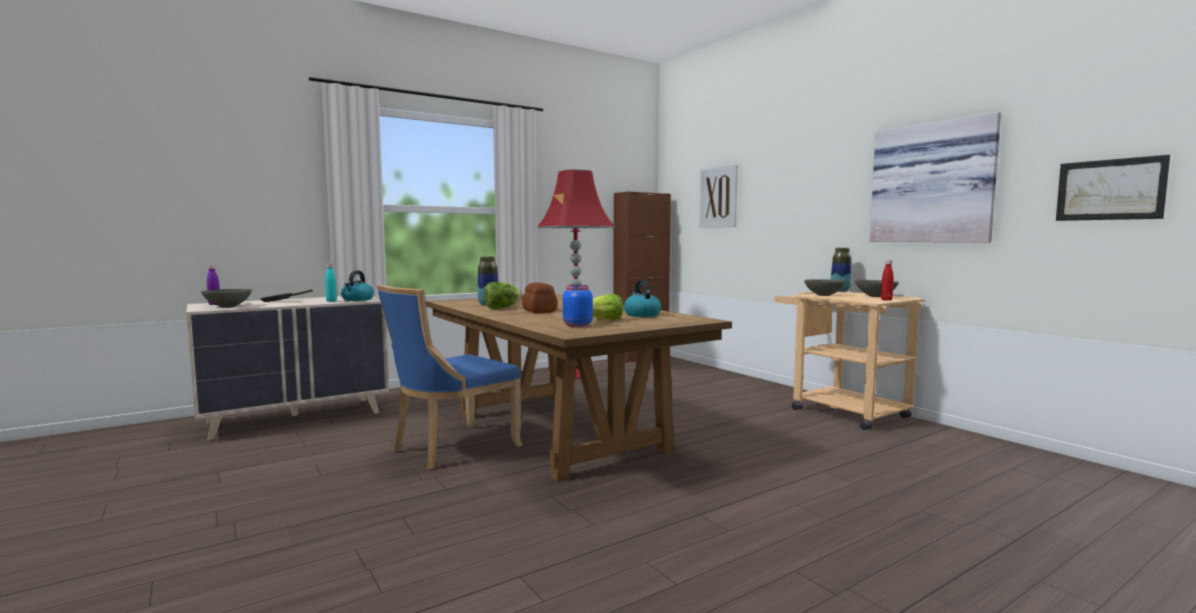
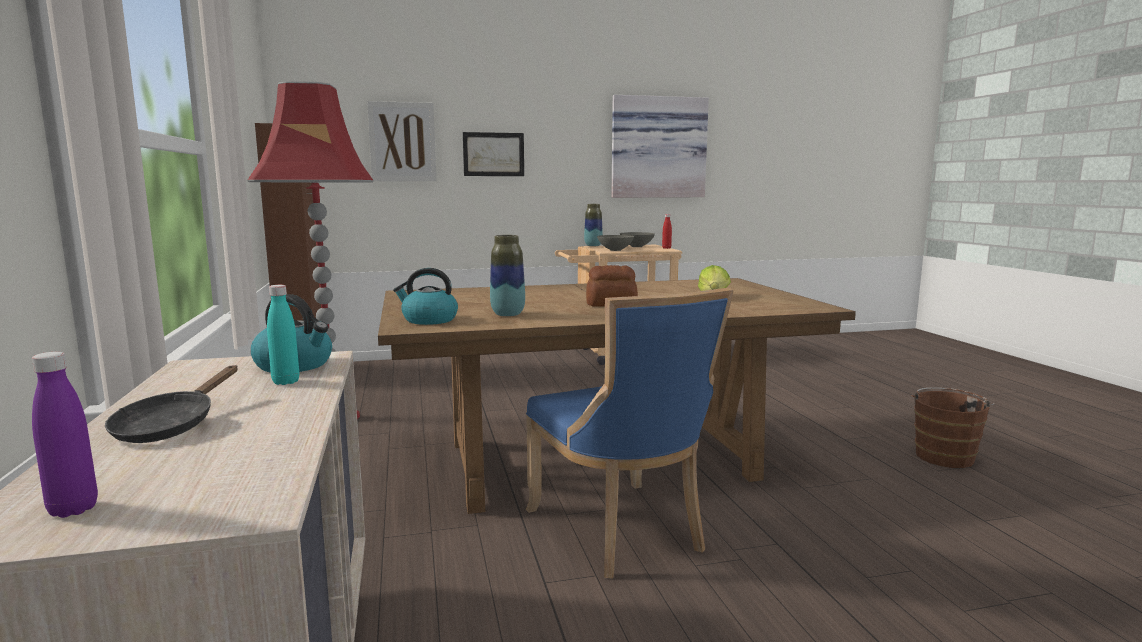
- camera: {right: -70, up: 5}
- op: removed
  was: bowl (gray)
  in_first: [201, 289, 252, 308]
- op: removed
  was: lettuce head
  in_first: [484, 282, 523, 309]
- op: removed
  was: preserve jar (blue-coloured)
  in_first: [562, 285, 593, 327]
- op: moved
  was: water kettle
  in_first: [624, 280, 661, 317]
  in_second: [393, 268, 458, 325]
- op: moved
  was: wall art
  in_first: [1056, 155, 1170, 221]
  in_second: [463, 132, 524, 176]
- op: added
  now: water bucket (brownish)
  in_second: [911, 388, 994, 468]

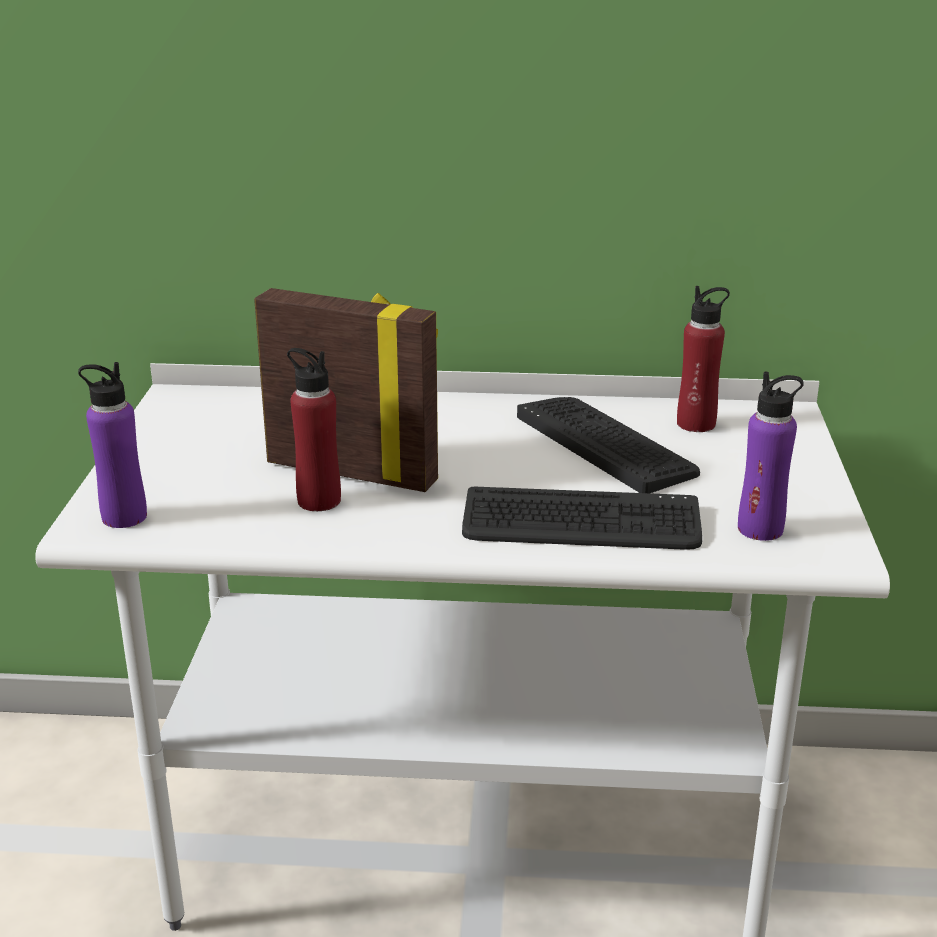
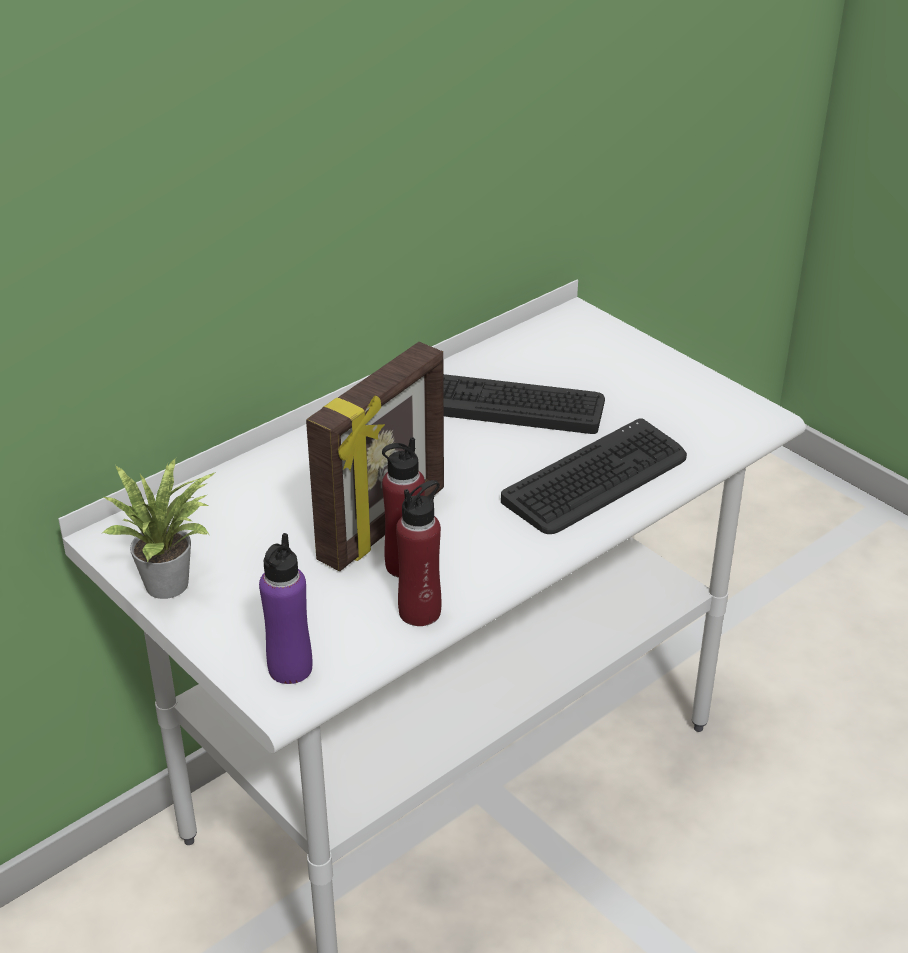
- camera: {right: -45, up: 10}
- op: turned
  was: standing frame
  in_first: [254, 288, 438, 492]
  in_second: [306, 342, 444, 571]
  clockwise: 150
- op: moved
  was: drink bottle (red)
  in_first: [677, 286, 730, 432]
  in_second: [396, 480, 442, 626]
- op: removed
  was: drink bottle (purple)
  in_first: [738, 371, 804, 541]
- op: added
  now: houseplant
  in_second: [102, 457, 216, 599]

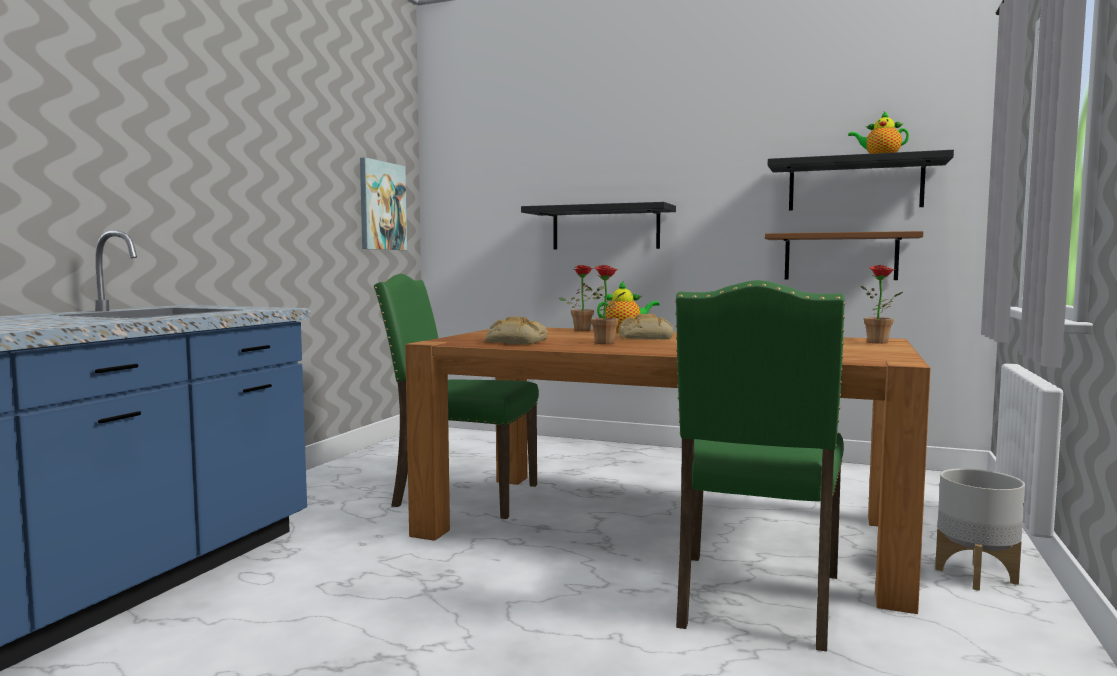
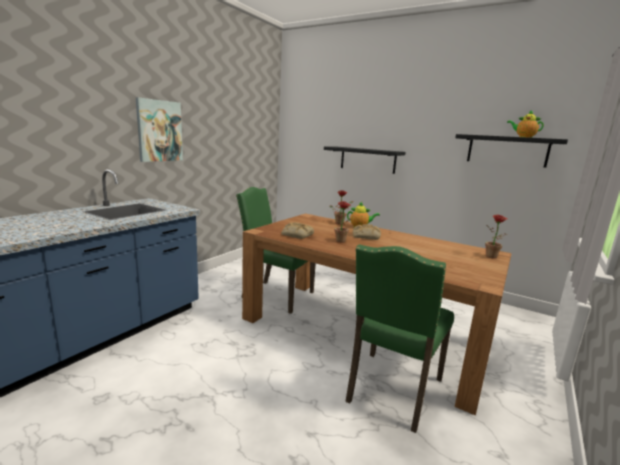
- camera: {right: 10, up: 10}
- op: moved
  was: wall art
  in_first: [360, 157, 407, 250]
  in_second: [136, 97, 183, 162]
- op: removed
  was: bracket shelf (brownish)
  in_first: [765, 231, 923, 280]
- op: removed
  was: flower pot (gray)
  in_first: [935, 468, 1025, 591]

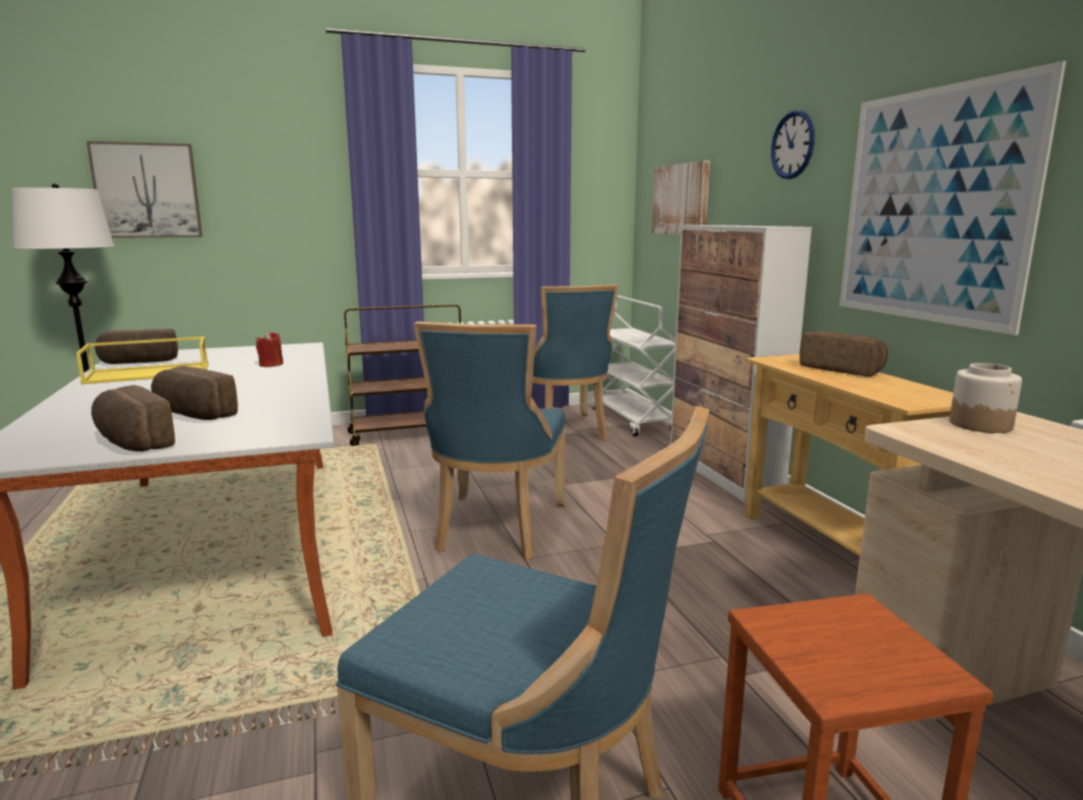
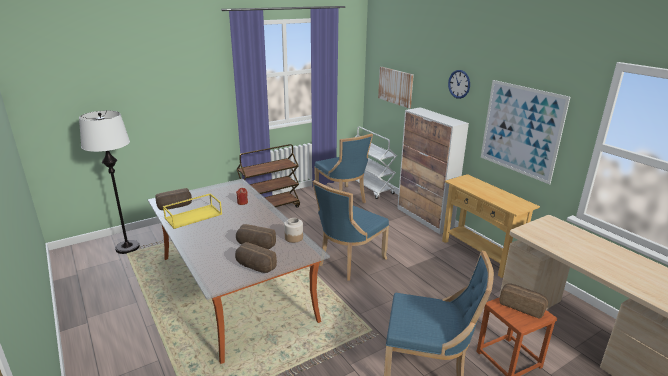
- camera: {right: -15, up: 10}
- op: removed
  was: wall art
  in_first: [86, 141, 202, 238]
- op: turned
  was: chair (blue-coloured)
  in_first: [414, 322, 566, 560]
  in_second: [313, 180, 389, 280]
  clockwise: 45
- op: moved
  was: bread
  in_first: [800, 331, 888, 377]
  in_second: [500, 283, 548, 319]
- op: moved
  was: preserve jar
  in_first: [950, 363, 1022, 433]
  in_second: [284, 218, 303, 243]

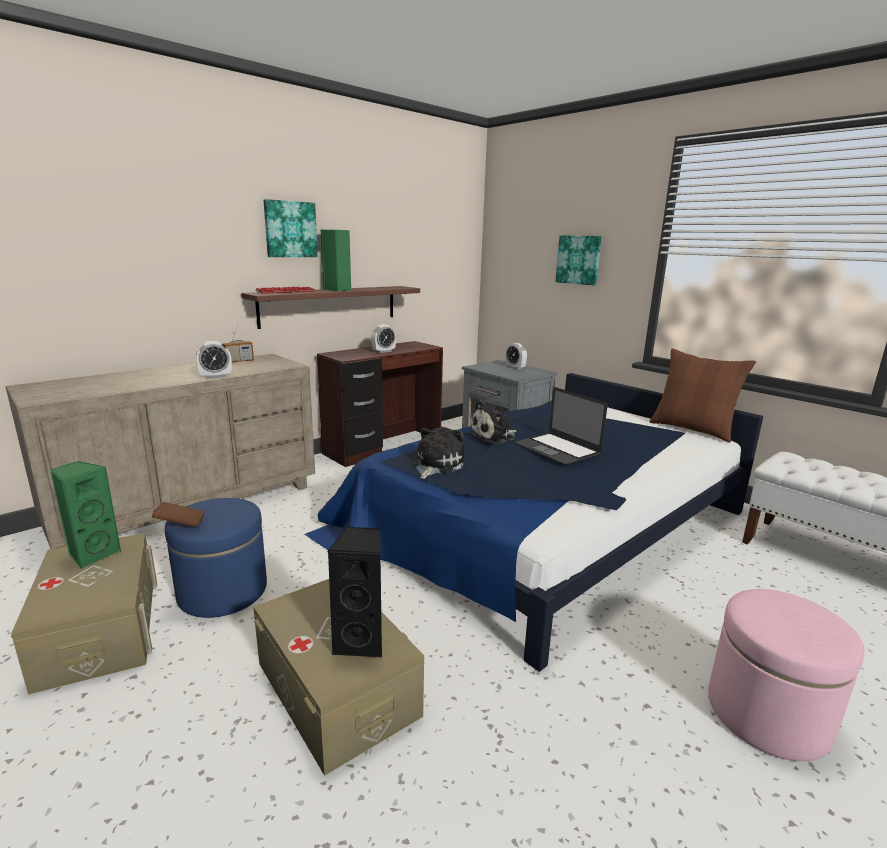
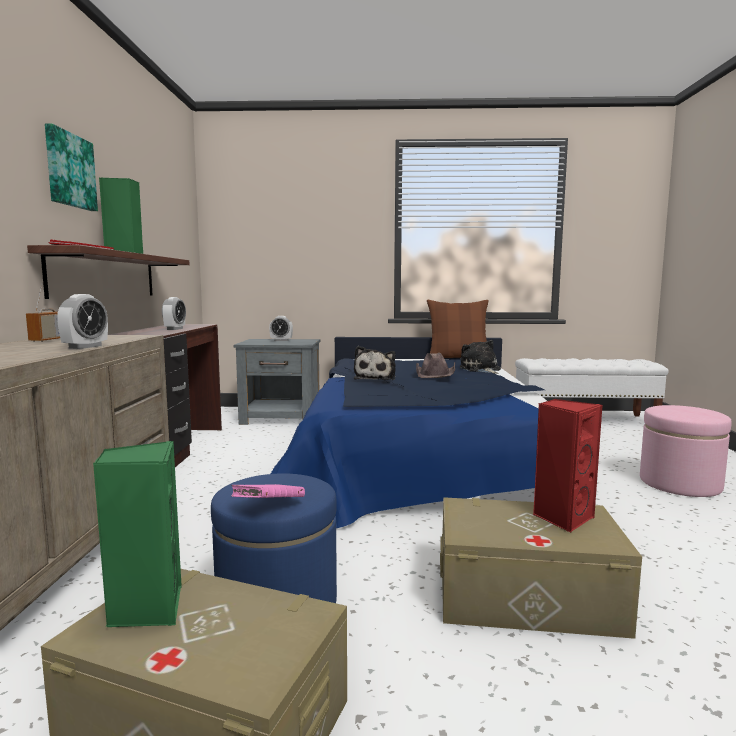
- camera: {right: -45, up: -10}
- op: recoloured
  was: volume (brownish)
  now: volume (pinkish)
  in_first: [152, 502, 205, 527]
  in_second: [231, 484, 305, 498]
- op: recoloured
  was: loudspeaker (black-coloured)
  now: loudspeaker (red)
  in_first: [327, 527, 382, 657]
  in_second: [533, 399, 603, 533]
- op: moved
  was: plush toy
  in_first: [413, 427, 466, 479]
  in_second: [460, 340, 501, 374]
- op: replaced
  was: notebook computer
  now: hat (brownish)
  in_first: [515, 387, 608, 465]
  in_second: [416, 353, 455, 378]
- op: removed
  was: wall art
  in_first: [555, 235, 601, 285]

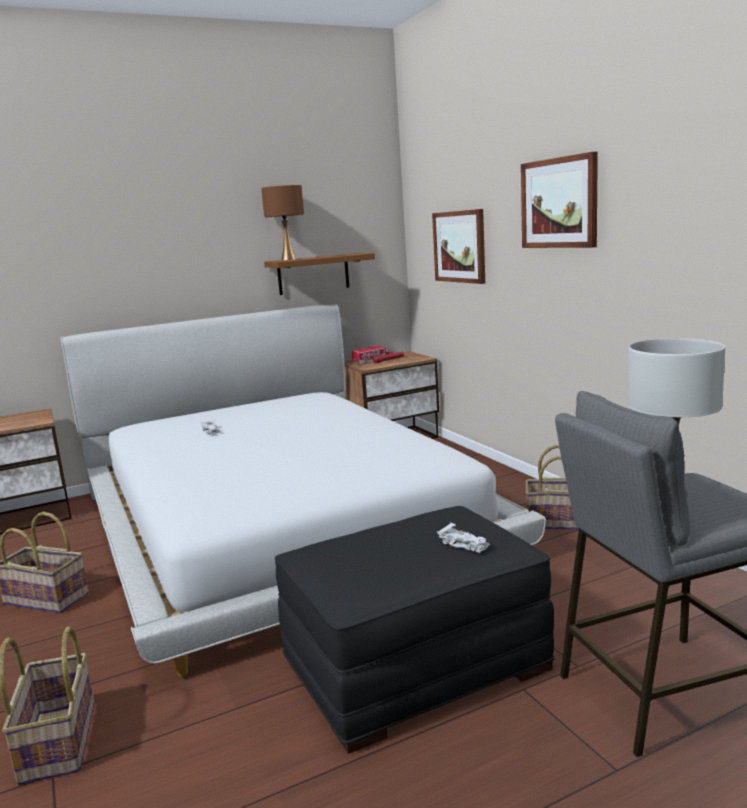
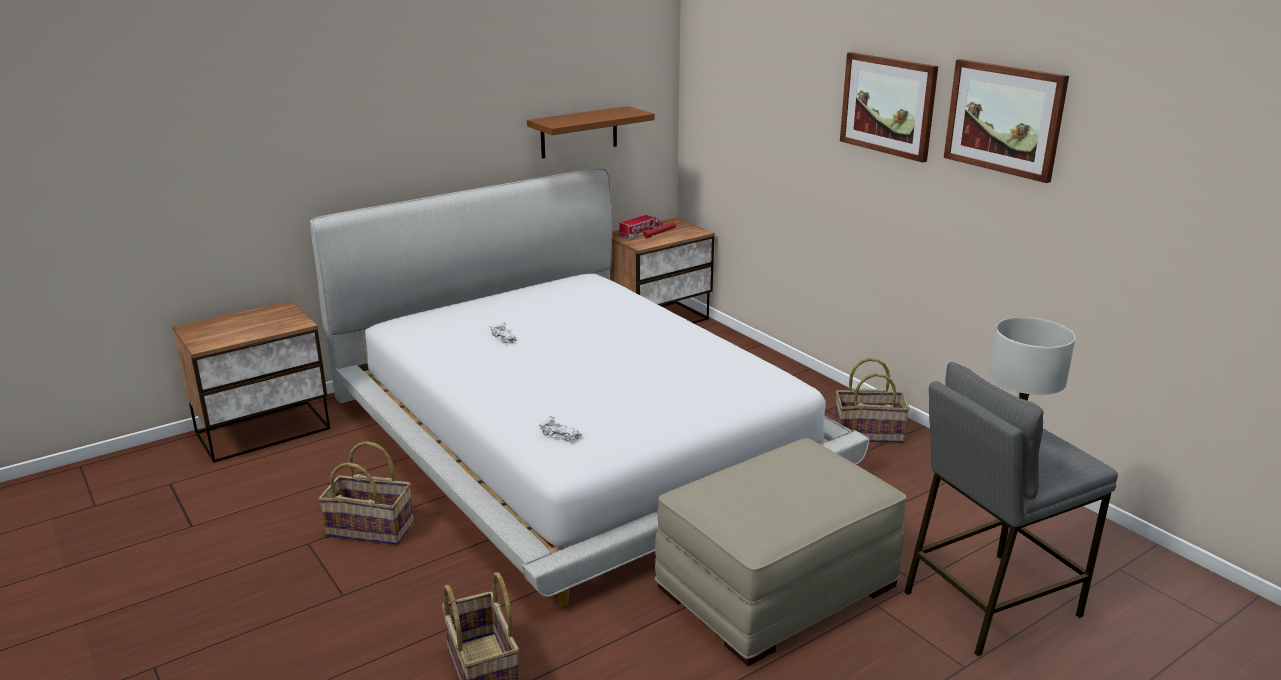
- camera: {right: -10, up: 10}
- op: removed
  was: lamp for a table (brownish)
  in_first: [261, 185, 304, 260]
- op: recoloured
  was: ottoman (black-coloured)
  now: ottoman (beige)
  in_first: [275, 506, 555, 754]
  in_second: [655, 438, 907, 666]
- op: moved
  was: wall art
  in_first: [432, 209, 485, 284]
  in_second: [944, 59, 1069, 183]
- op: moved
  was: miniature car (white)
  in_first: [437, 522, 490, 553]
  in_second: [539, 416, 582, 443]

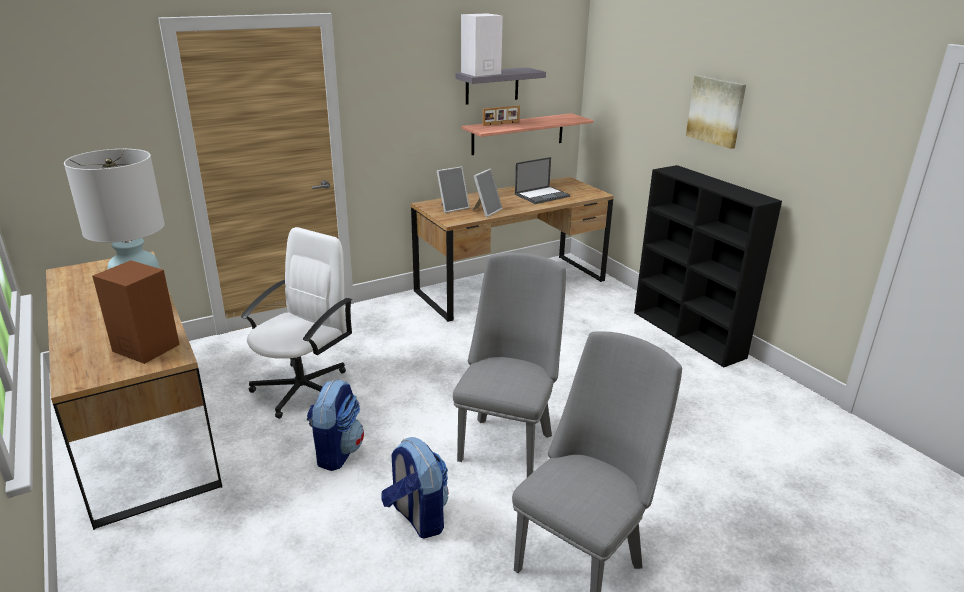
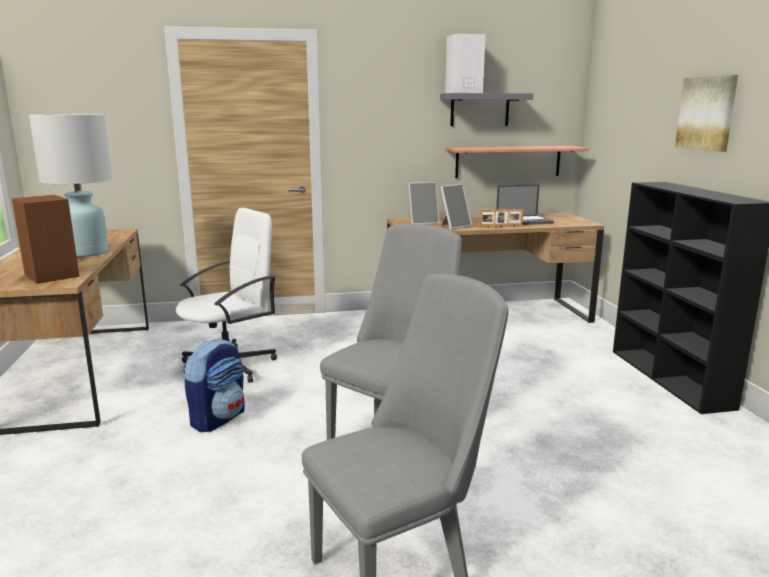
- camera: {right: 20, up: -10}
- op: removed
  was: knapsack
  in_first: [381, 437, 448, 539]
- op: moved
  was: standing frame
  in_first: [483, 106, 520, 126]
  in_second: [479, 209, 524, 228]

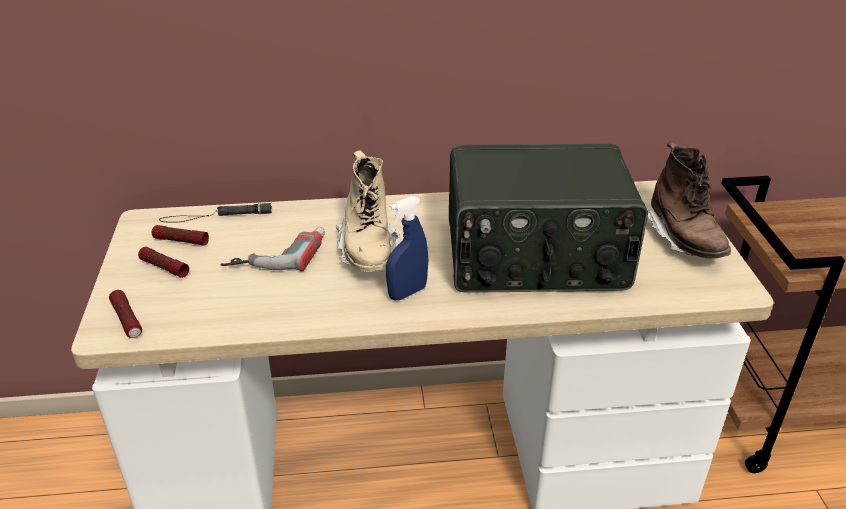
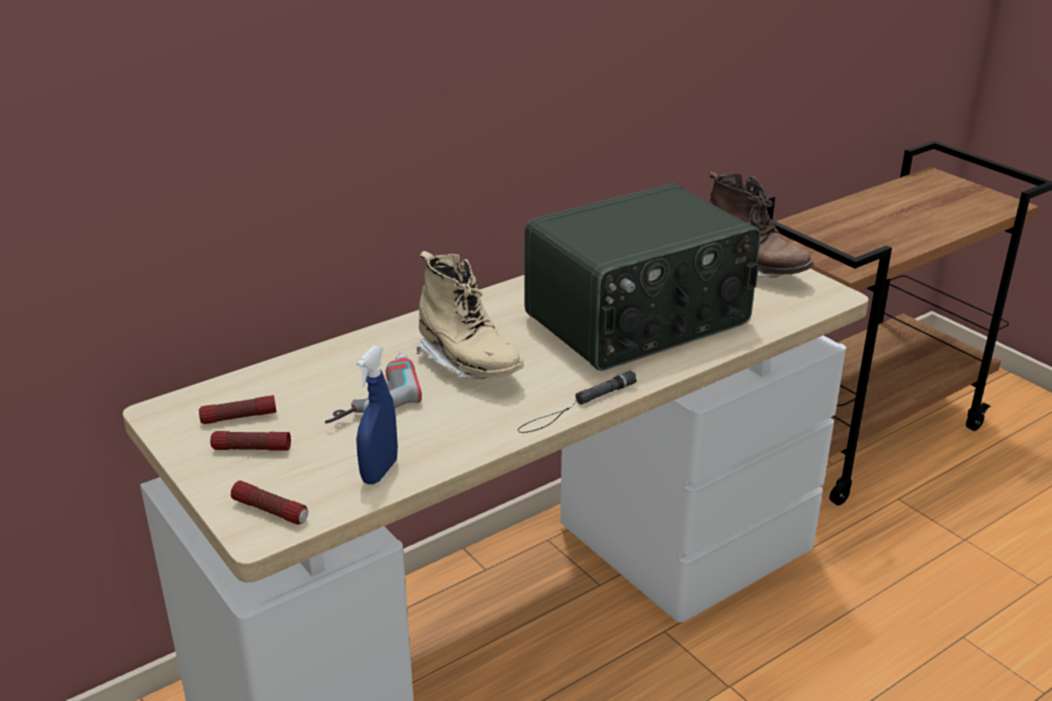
- camera: {right: -30, up: -5}
- op: moved
  was: hand torch (black-coloured)
  in_first: [159, 203, 272, 223]
  in_second: [518, 370, 637, 433]
- op: moved
  was: sprayer (blue-coloured)
  in_first: [386, 196, 428, 300]
  in_second: [356, 346, 398, 484]

